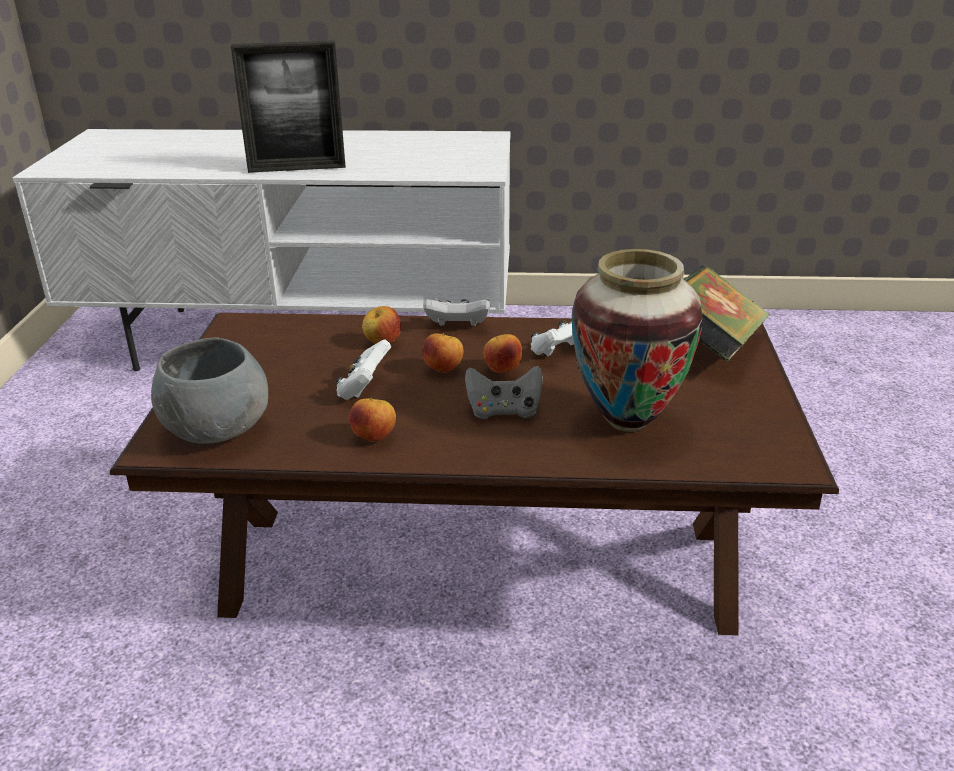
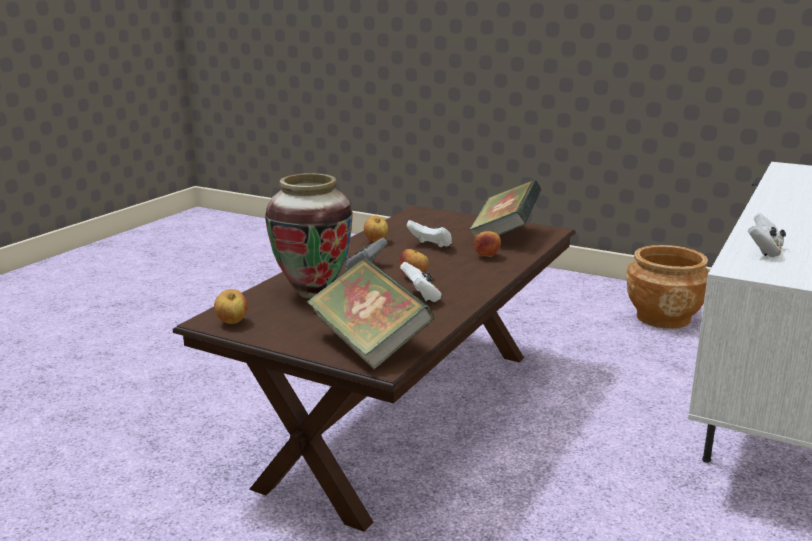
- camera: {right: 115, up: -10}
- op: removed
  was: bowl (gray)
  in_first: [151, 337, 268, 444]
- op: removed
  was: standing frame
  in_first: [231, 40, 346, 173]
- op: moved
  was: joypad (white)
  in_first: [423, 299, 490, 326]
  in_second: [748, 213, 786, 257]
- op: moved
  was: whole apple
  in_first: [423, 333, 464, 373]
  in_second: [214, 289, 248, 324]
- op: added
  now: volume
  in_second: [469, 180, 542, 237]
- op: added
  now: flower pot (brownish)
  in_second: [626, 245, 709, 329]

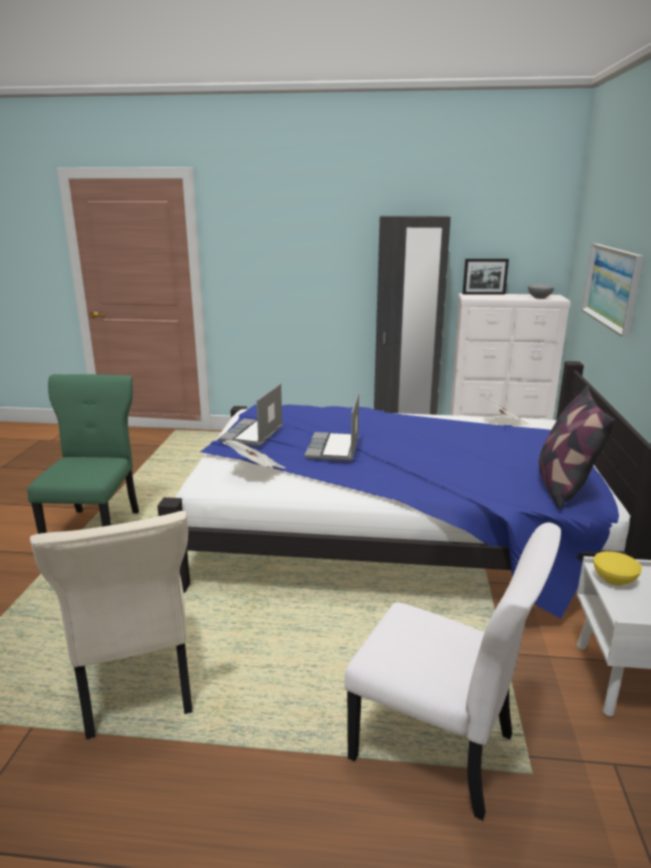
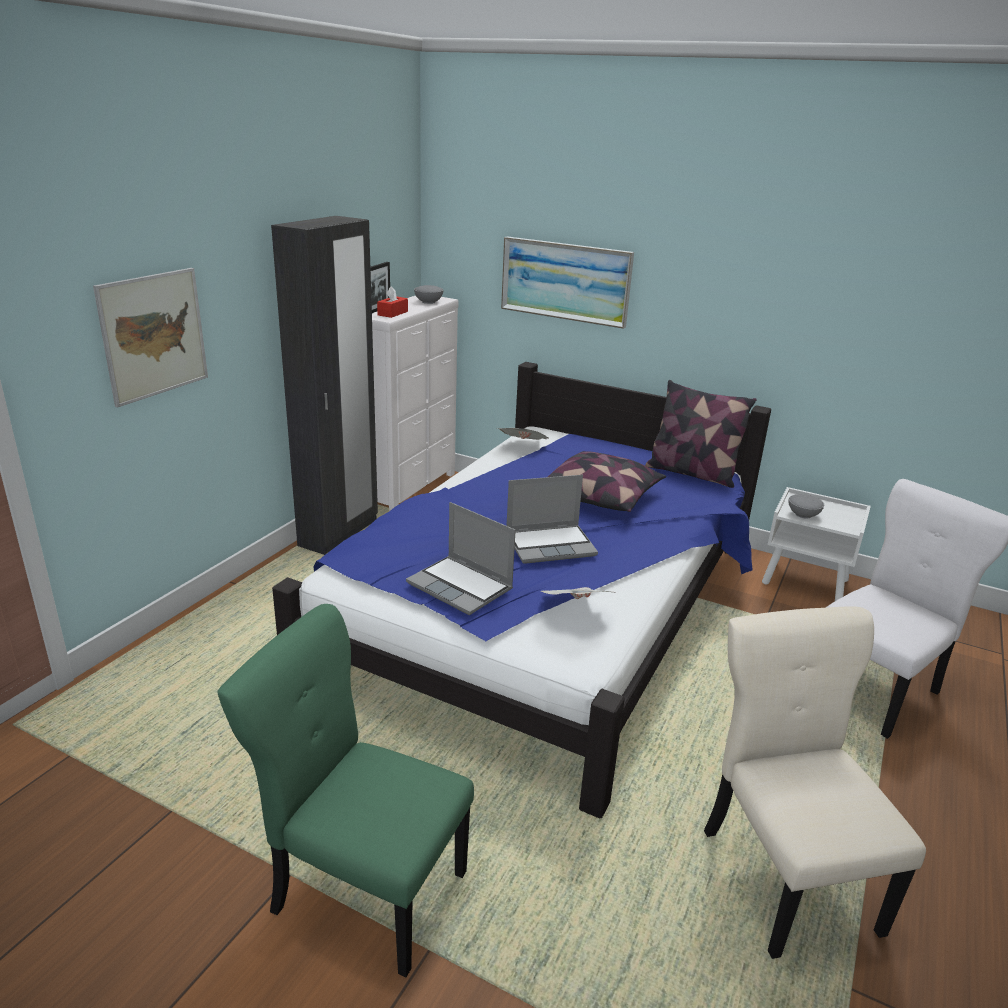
- camera: {right: -70, up: 5}
- op: turned
  was: chair (beige)
  in_first: [30, 511, 193, 739]
  in_second: [704, 606, 926, 959]
  clockwise: -105
- op: turned
  was: notebook computer
  in_first: [304, 393, 359, 461]
  in_second: [506, 475, 598, 564]
  clockwise: -45
- op: recoloured
  was: bowl (yellow)
  now: bowl (gray)
  in_first: [593, 551, 642, 585]
  in_second: [788, 494, 824, 519]
- op: added
  now: wall art
  in_second: [93, 268, 208, 408]
- op: added
  now: box of tissues (red)
  in_second: [377, 286, 408, 318]
- op: added
  now: cushion
  in_second: [548, 451, 666, 512]

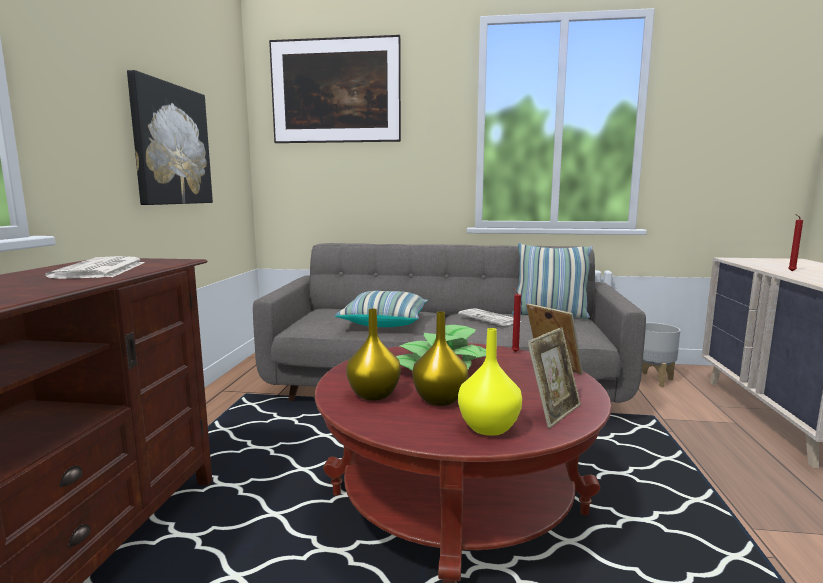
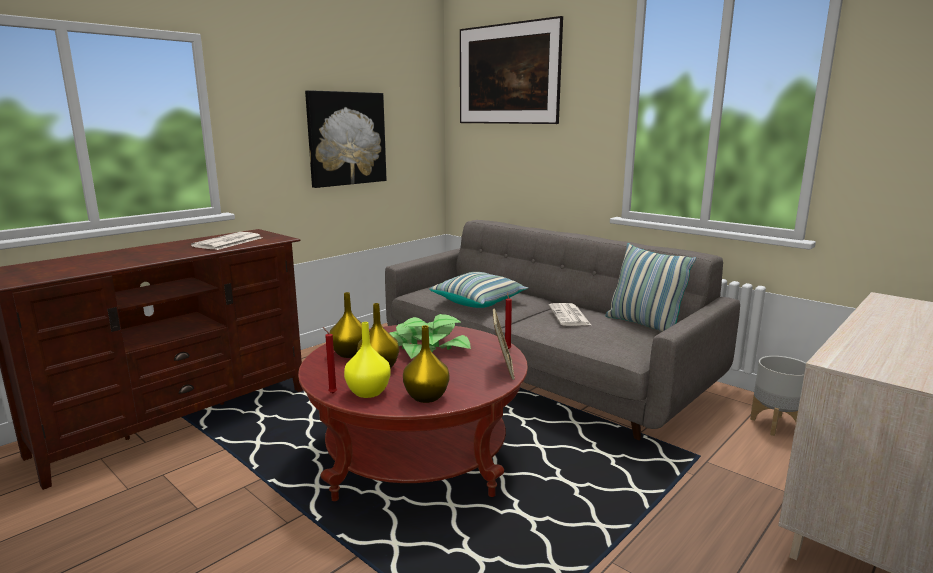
- camera: {right: 35, up: 5}
- op: replaced
  was: standing frame
  now: decorative vase (yellow)
  in_first: [527, 327, 581, 428]
  in_second: [403, 325, 449, 403]
- op: moved
  was: wax candle (red)
  in_first: [789, 214, 803, 271]
  in_second: [323, 327, 337, 393]

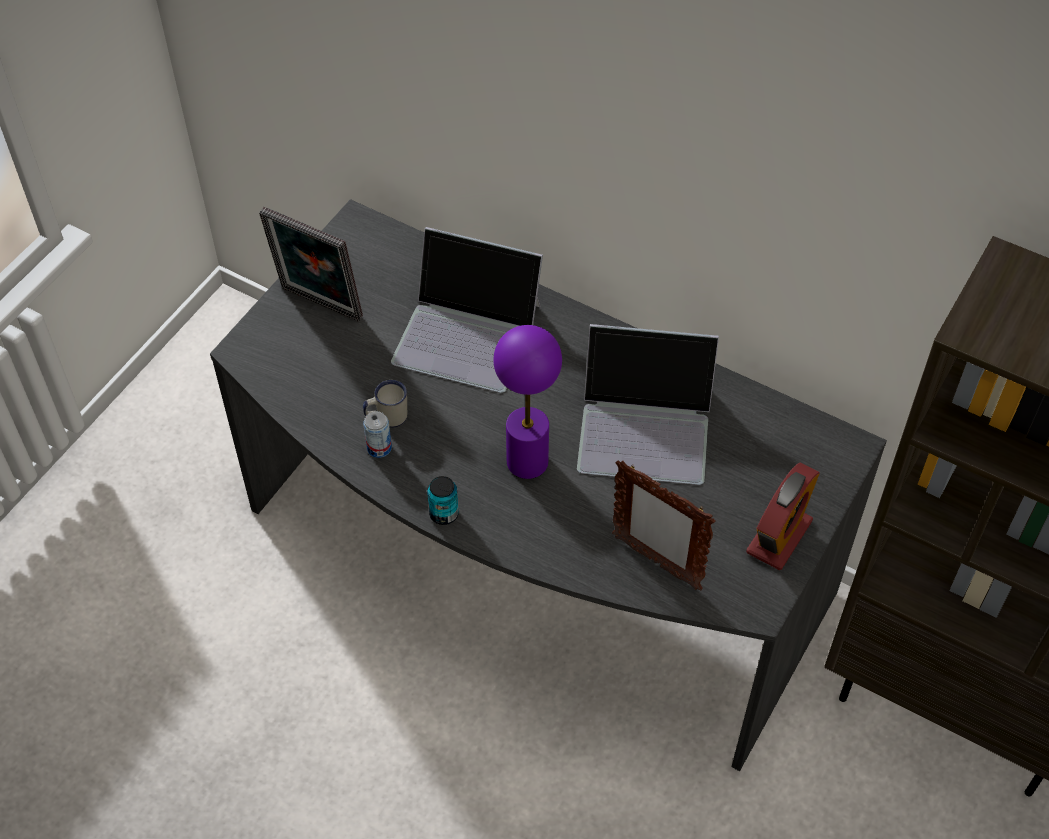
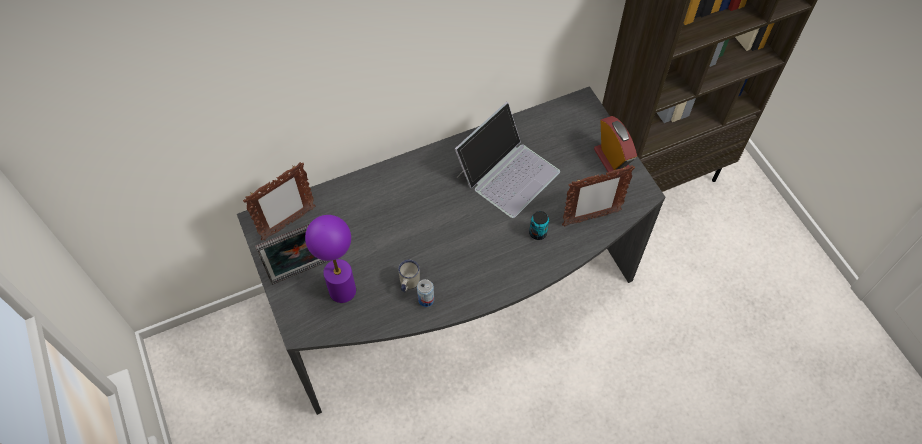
- camera: {right: -55, up: 5}
- op: removed
  was: notebook computer
  in_first: [391, 227, 543, 393]
- op: moved
  was: metal can
  in_first: [427, 476, 459, 525]
  in_second: [529, 211, 549, 240]
- op: moved
  was: lamp for a table (purple)
  in_first: [493, 325, 562, 479]
  in_second: [305, 215, 356, 303]
- op: added
  now: standing frame
  in_second: [243, 162, 315, 241]

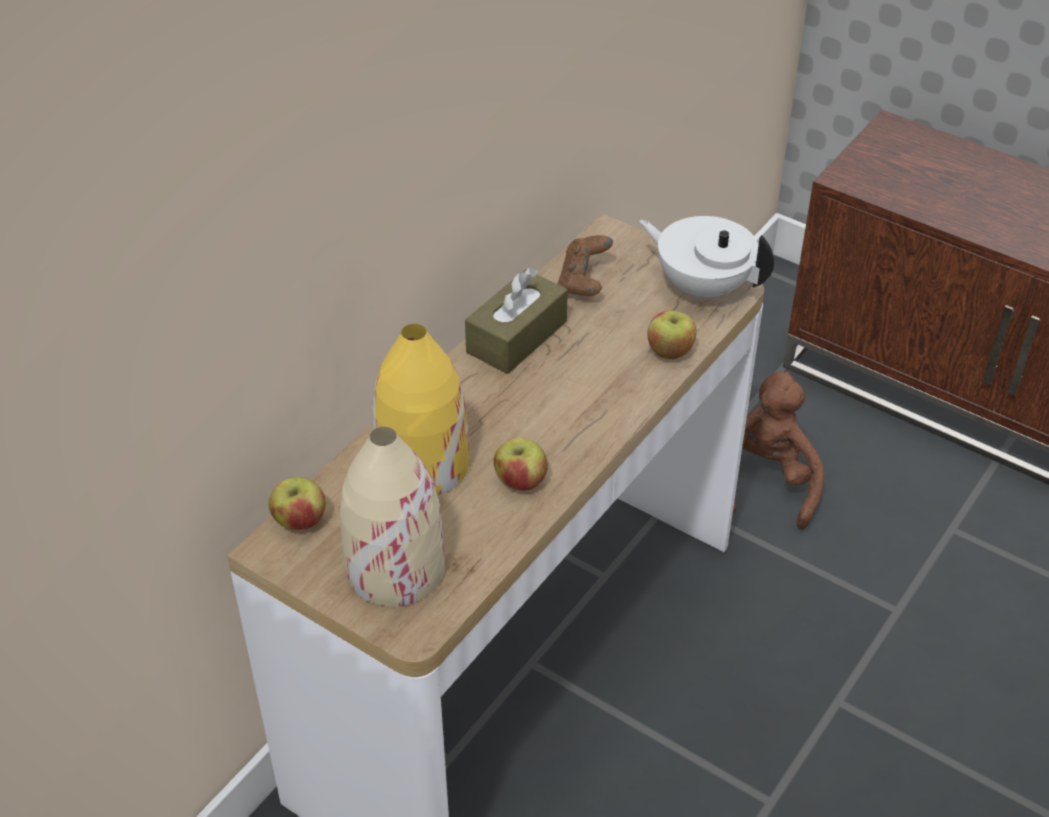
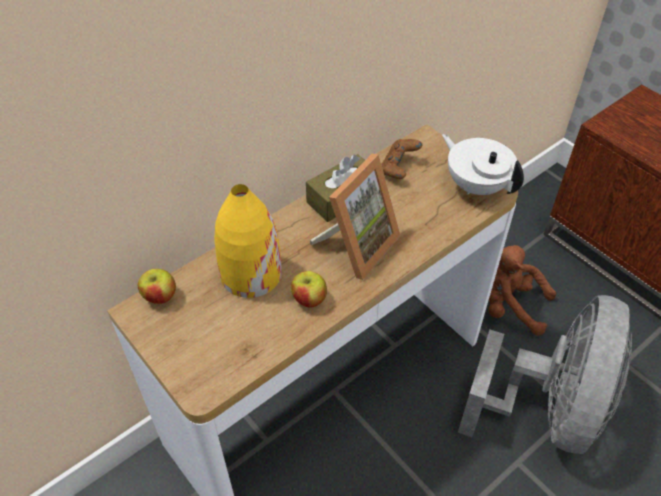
- camera: {right: 15, up: 5}
- op: removed
  was: decorative vase (beige)
  in_first: [340, 427, 445, 606]
- op: removed
  was: whole apple
  in_first: [648, 310, 697, 359]
- op: turned
  was: plush toy (brownish)
  in_first: [732, 372, 825, 530]
  in_second: [488, 245, 556, 336]
  clockwise: -90
- op: added
  now: standing frame
  in_second: [310, 154, 401, 280]
- op: added
  now: electric fan (gray)
  in_second: [458, 295, 632, 454]

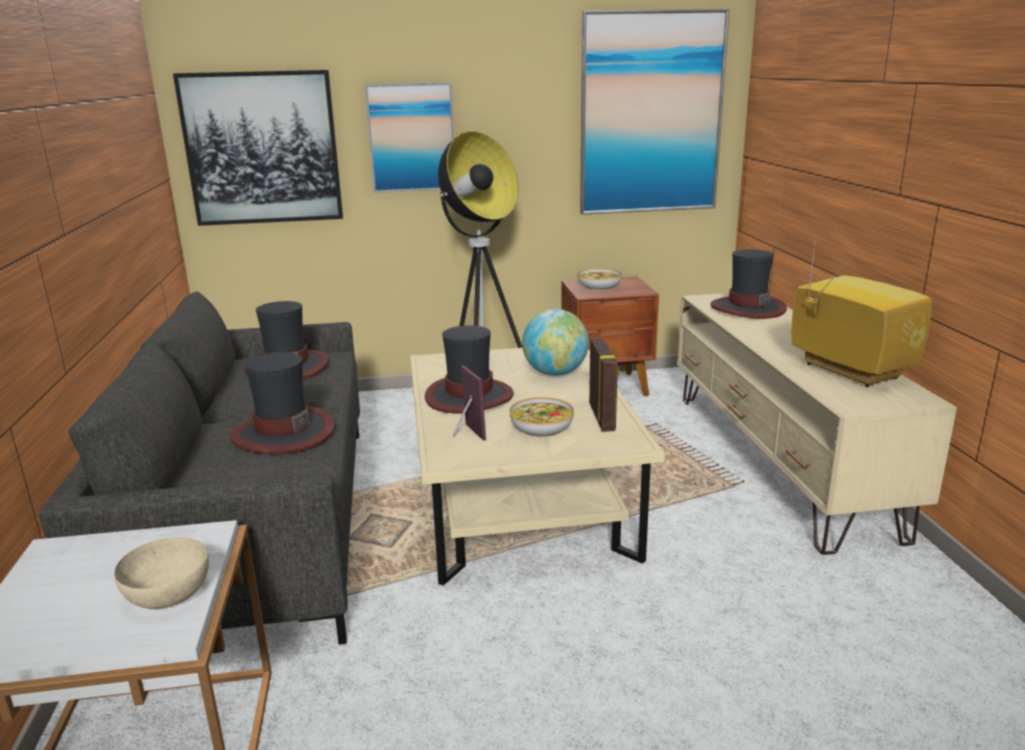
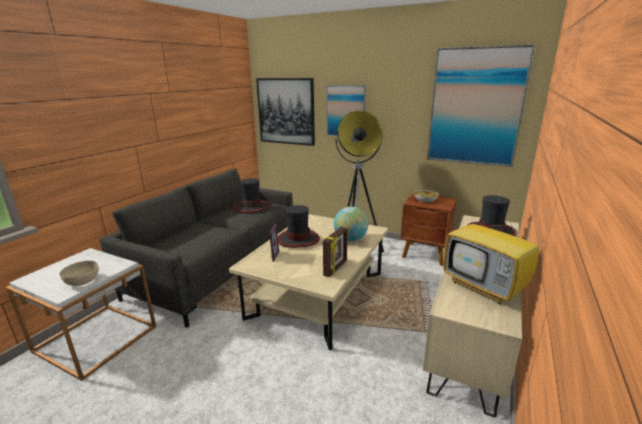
- camera: {right: 35, up: 0}
- op: removed
  was: hat
  in_first: [230, 352, 335, 454]
- op: removed
  was: bowl
  in_first: [509, 397, 574, 438]
- op: turned
  was: TV set
  in_first: [791, 229, 932, 387]
  in_second: [443, 205, 539, 304]
  clockwise: 135

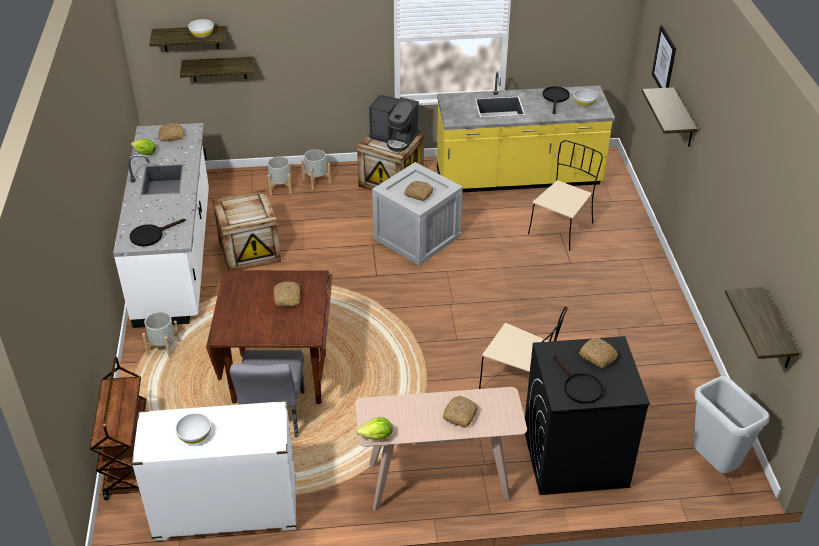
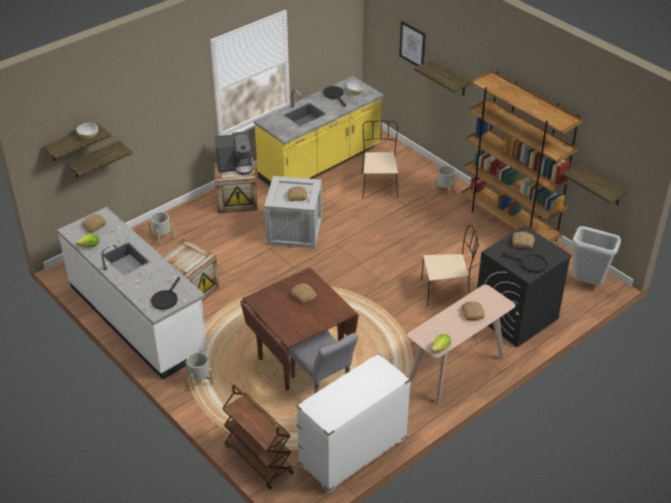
- camera: {right: -35, up: 0}
- op: removed
  was: bowl (white)
  in_first: [175, 413, 211, 444]
- op: moved
  was: flower pot (gray)
  in_first: [301, 149, 331, 189]
  in_second: [434, 166, 457, 197]
- op: added
  now: bookcase (brownish)
  in_second: [461, 71, 583, 242]

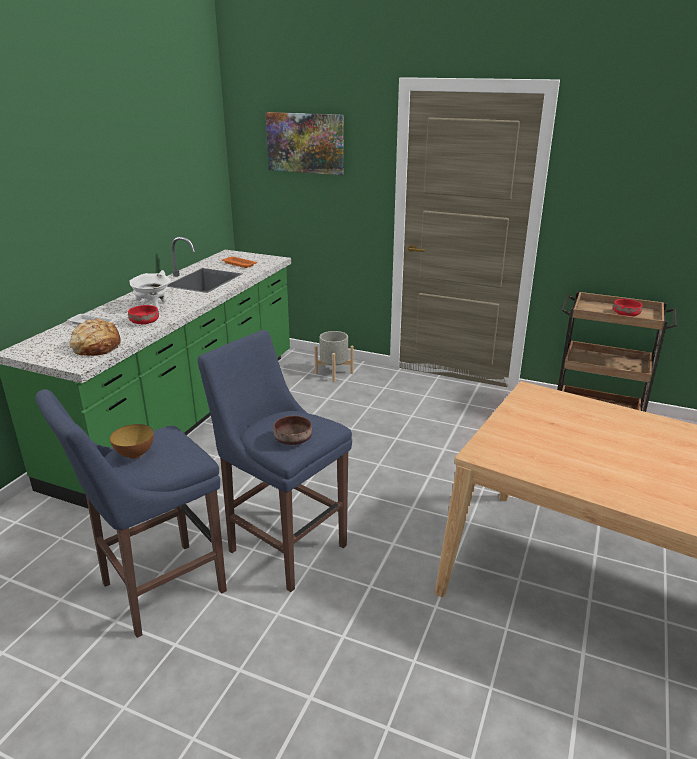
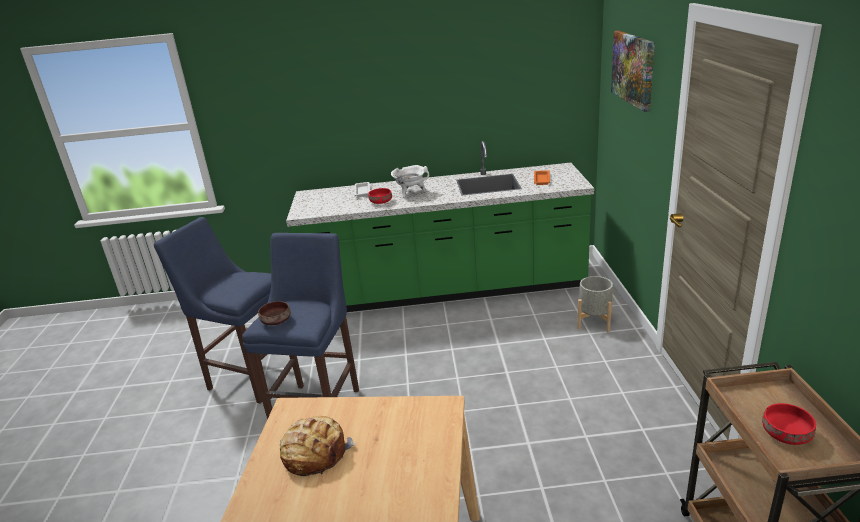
- camera: {right: 65, up: 0}
- op: moved
  was: bread
  in_first: [70, 319, 121, 356]
  in_second: [280, 416, 356, 476]
- op: removed
  was: bowl
  in_first: [110, 424, 154, 459]

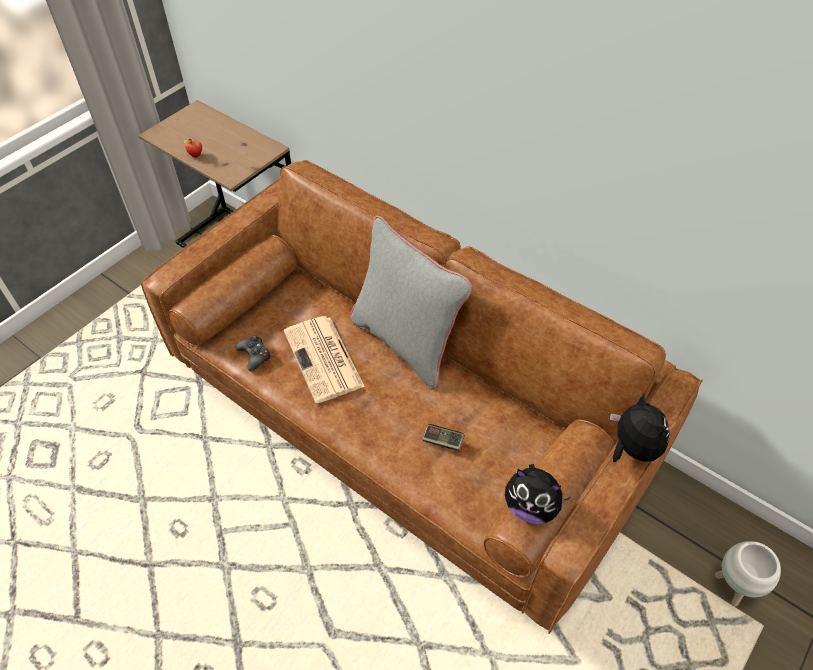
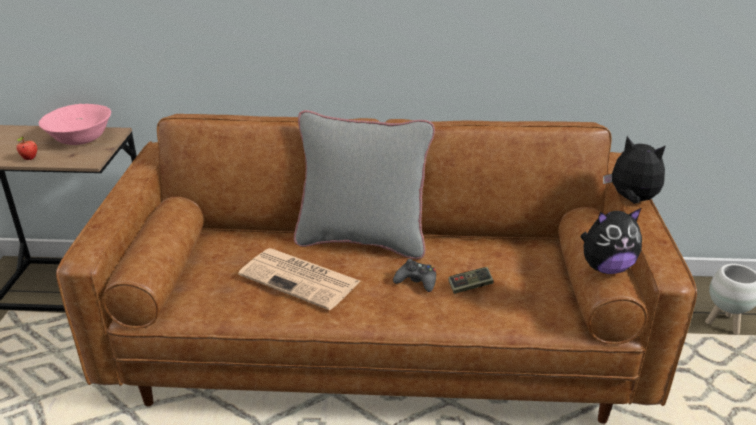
- camera: {right: -35, up: -20}
- op: moved
  was: joypad (black-coloured)
  in_first: [235, 335, 271, 371]
  in_second: [393, 259, 436, 292]
- op: added
  now: bowl (pinkish)
  in_second: [38, 104, 111, 145]

